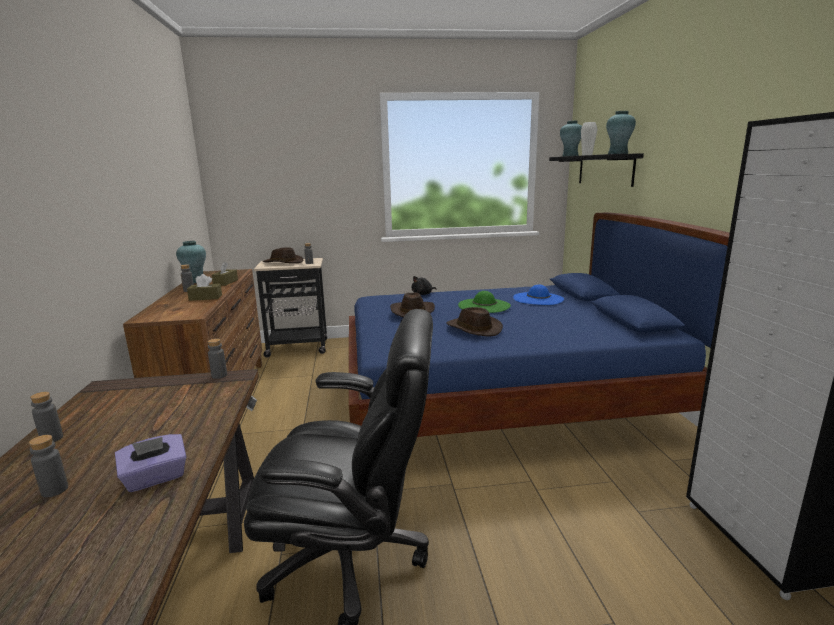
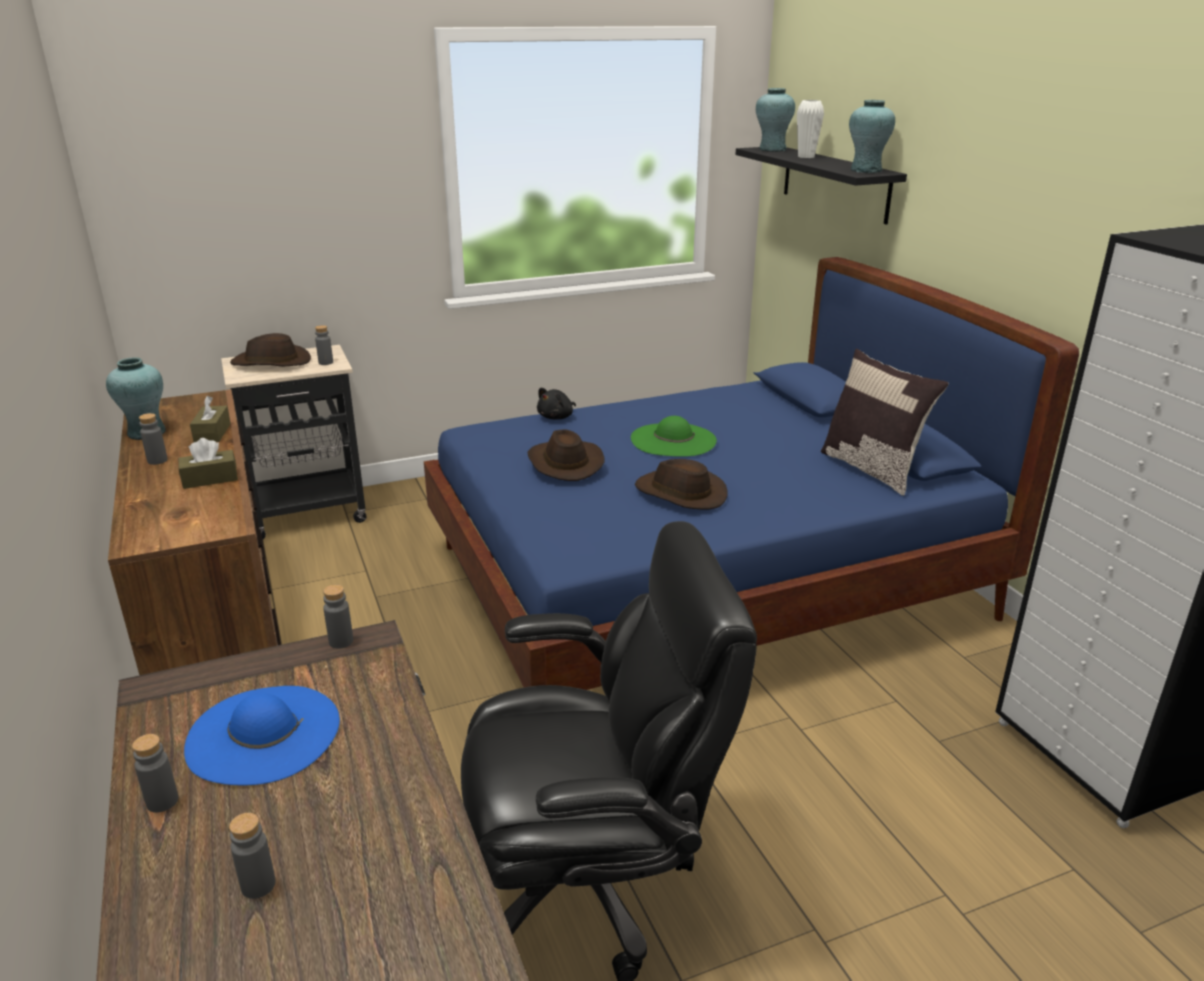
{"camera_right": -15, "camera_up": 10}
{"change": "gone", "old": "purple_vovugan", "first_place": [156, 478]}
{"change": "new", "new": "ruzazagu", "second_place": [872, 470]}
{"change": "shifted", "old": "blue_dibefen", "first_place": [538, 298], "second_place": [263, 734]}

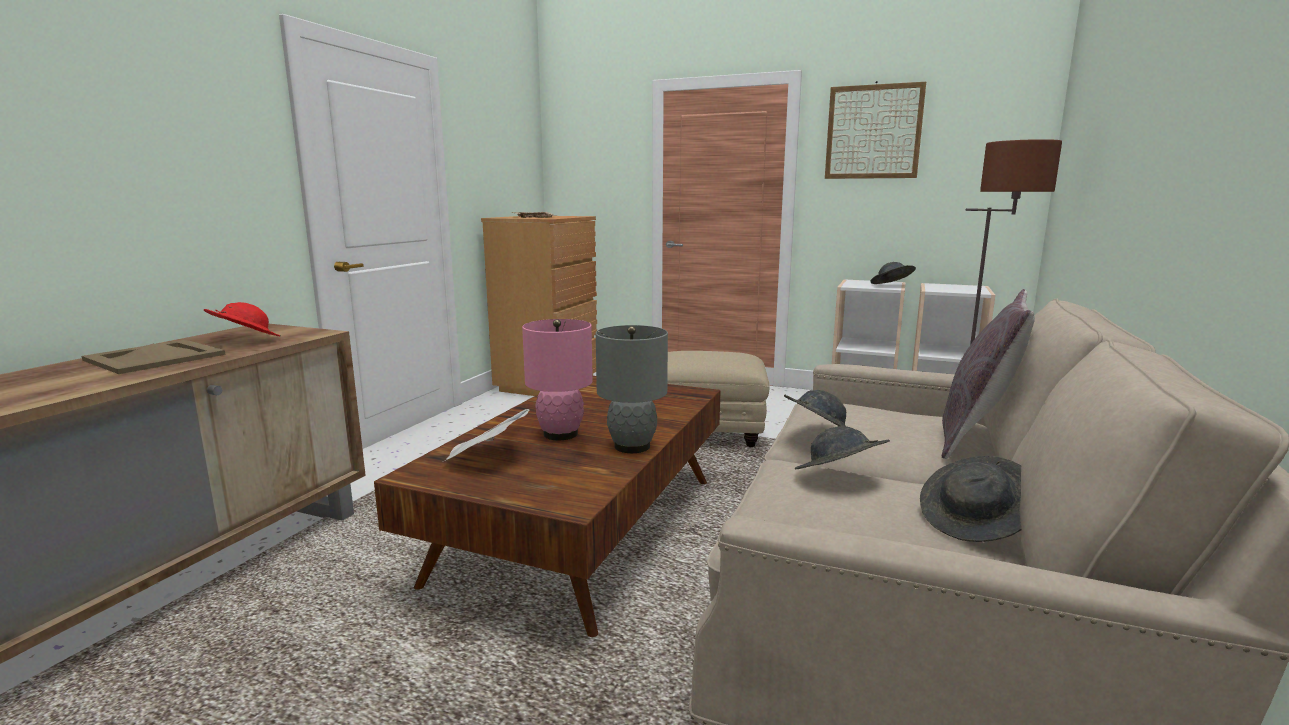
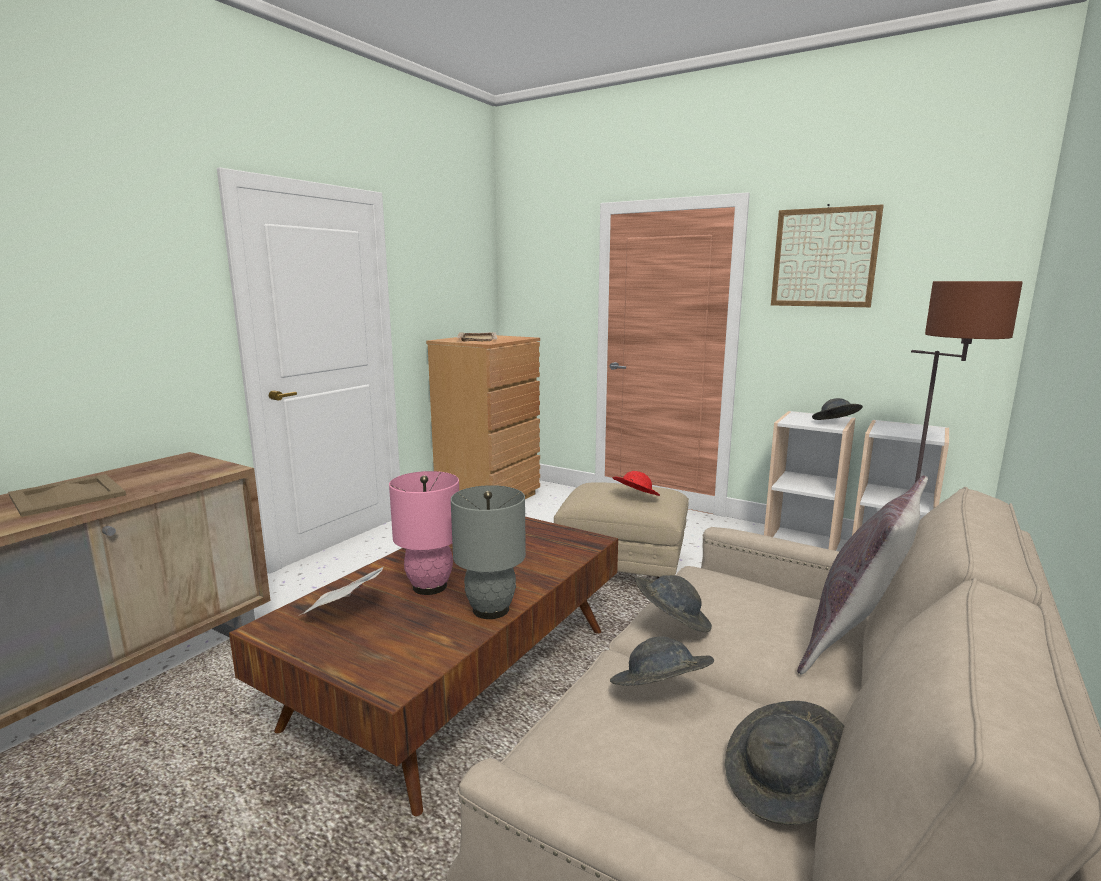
{"camera_right": 10, "camera_up": 0}
{"change": "shifted", "old": "red_dibefen", "first_place": [245, 340], "second_place": [635, 497]}

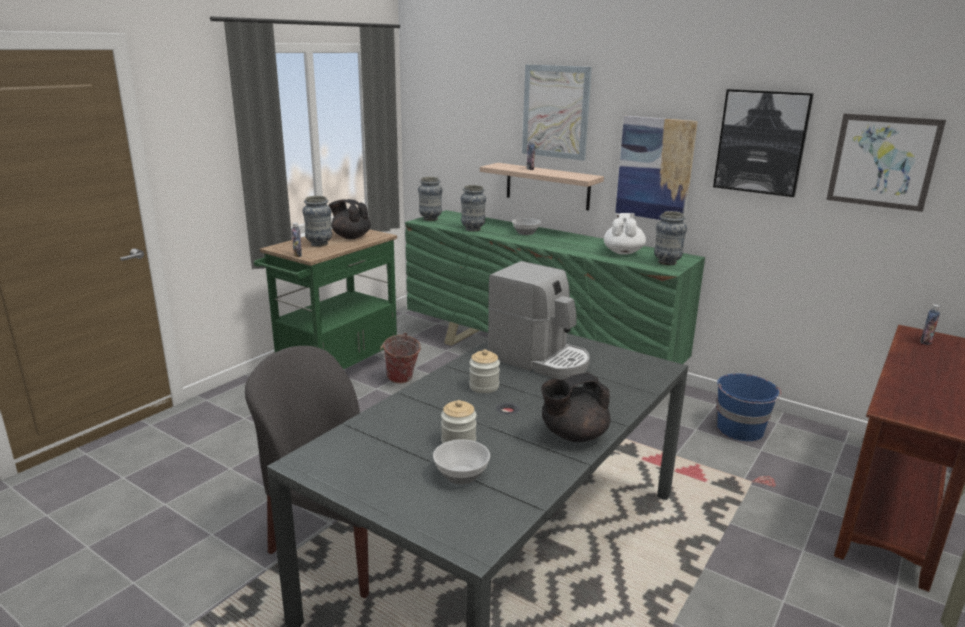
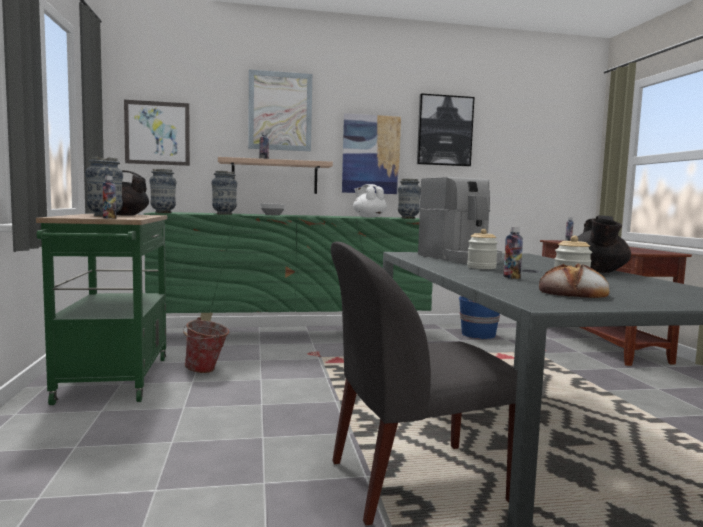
{"camera_right": -45, "camera_up": -15}
{"change": "gone", "old": "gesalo", "first_place": [460, 475]}
{"change": "new", "new": "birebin", "second_place": [511, 277]}
{"change": "new", "new": "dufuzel", "second_place": [574, 293]}
{"change": "shifted", "old": "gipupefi", "first_place": [882, 161], "second_place": [157, 133]}
{"change": "rotated", "old": "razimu", "first_place": [540, 359], "second_place": [461, 258], "degrees": 75}

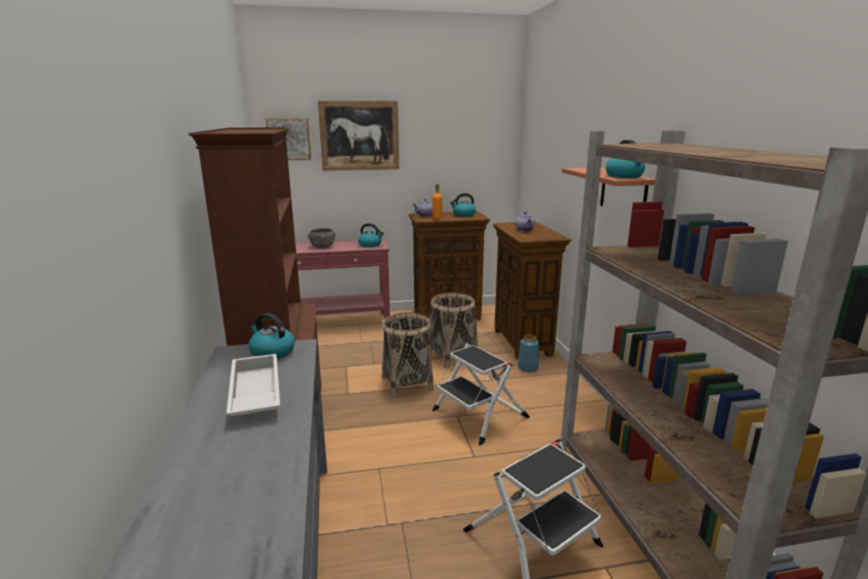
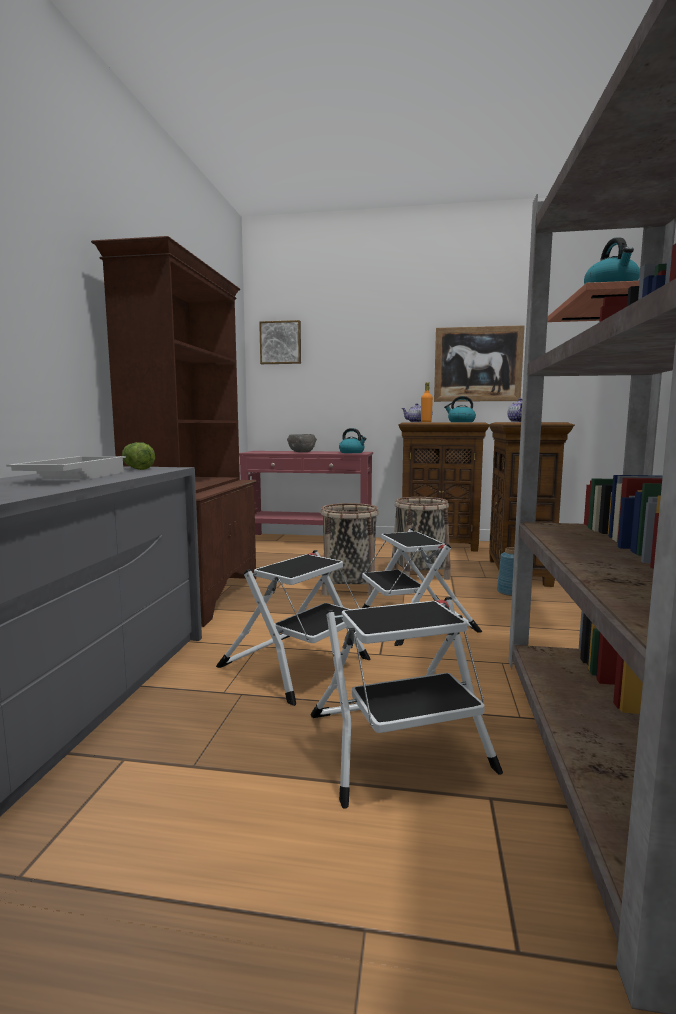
{"camera_right": 20, "camera_up": -10}
{"change": "new", "new": "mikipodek", "second_place": [294, 665]}
{"change": "shifted", "old": "gipupefi", "first_place": [359, 135], "second_place": [477, 364]}
{"change": "swapped", "old": "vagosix", "new": "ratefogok", "first_place": [272, 352], "second_place": [137, 468]}

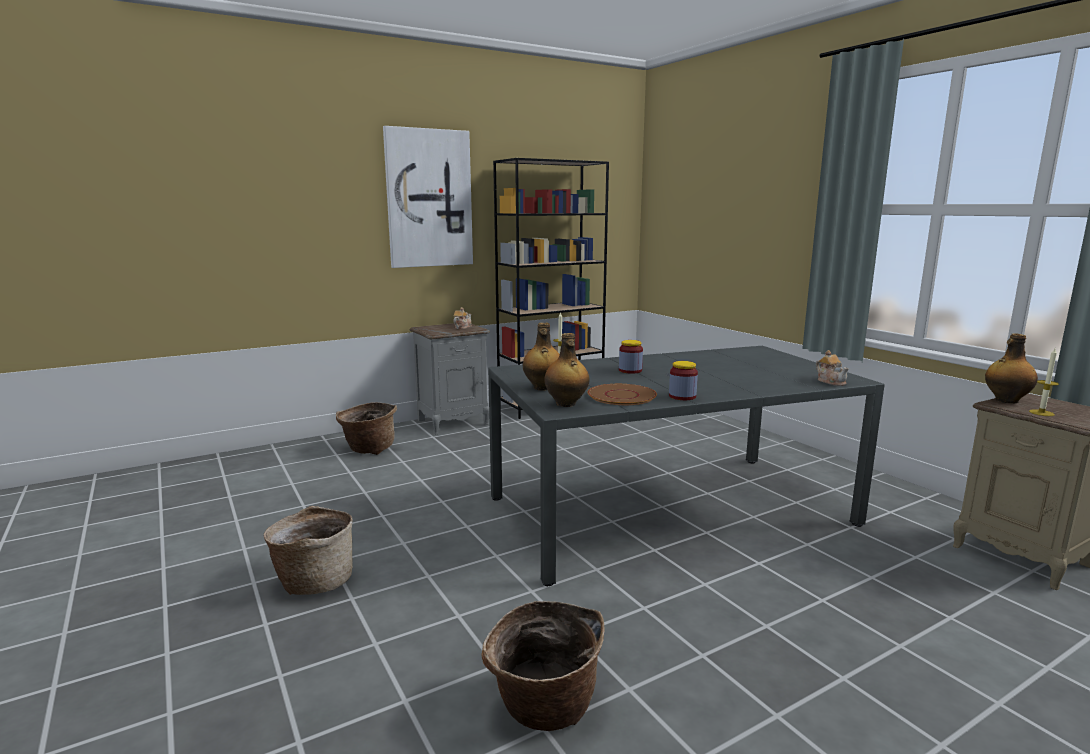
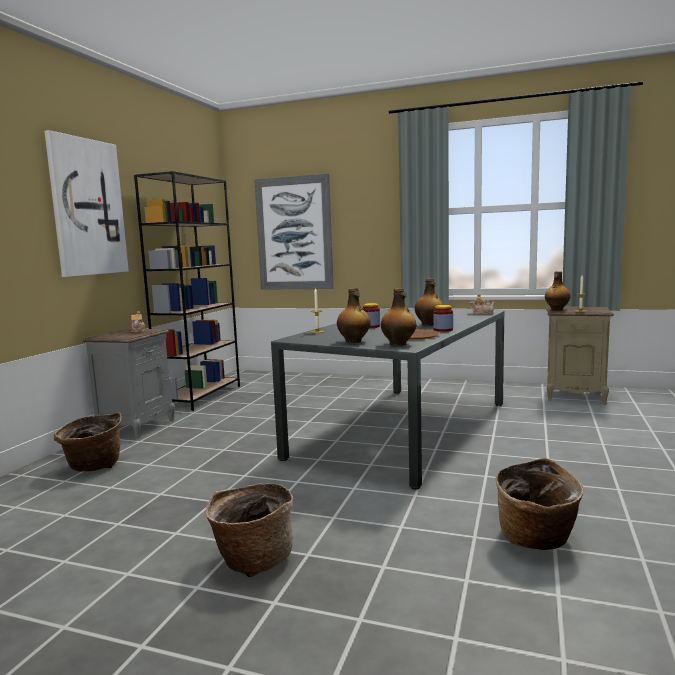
{"camera_right": -40, "camera_up": -5}
{"change": "new", "new": "gipupefi", "second_place": [294, 233]}
{"change": "new", "new": "birebin", "second_place": [429, 324]}

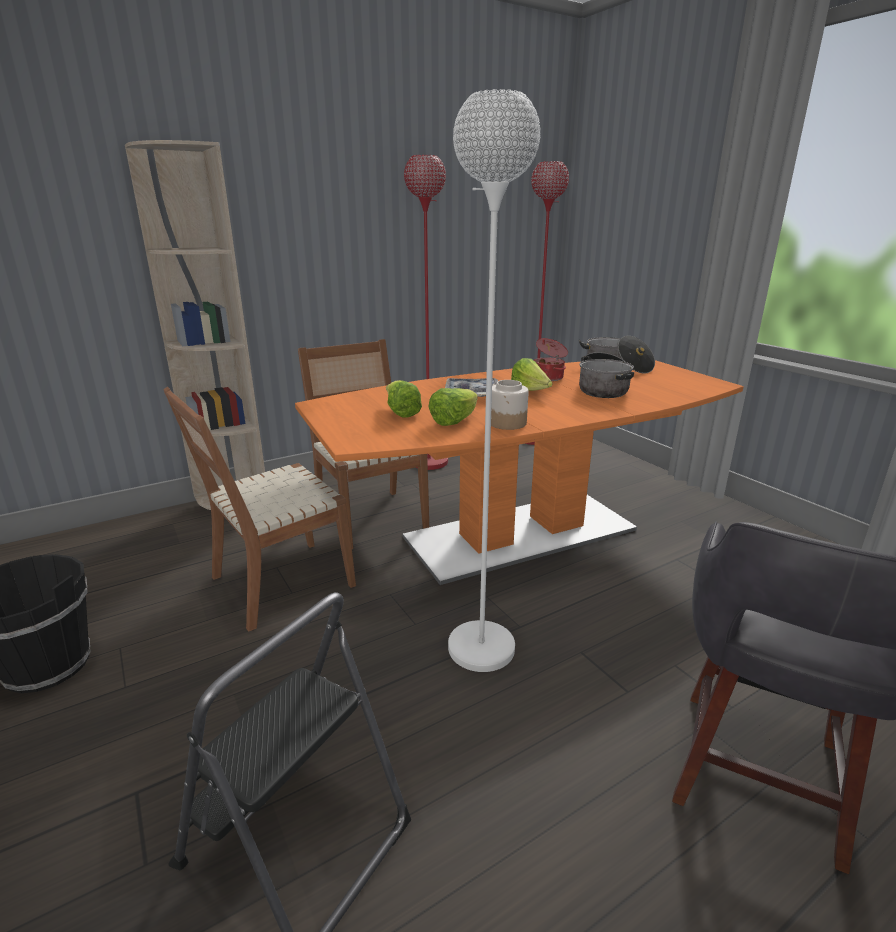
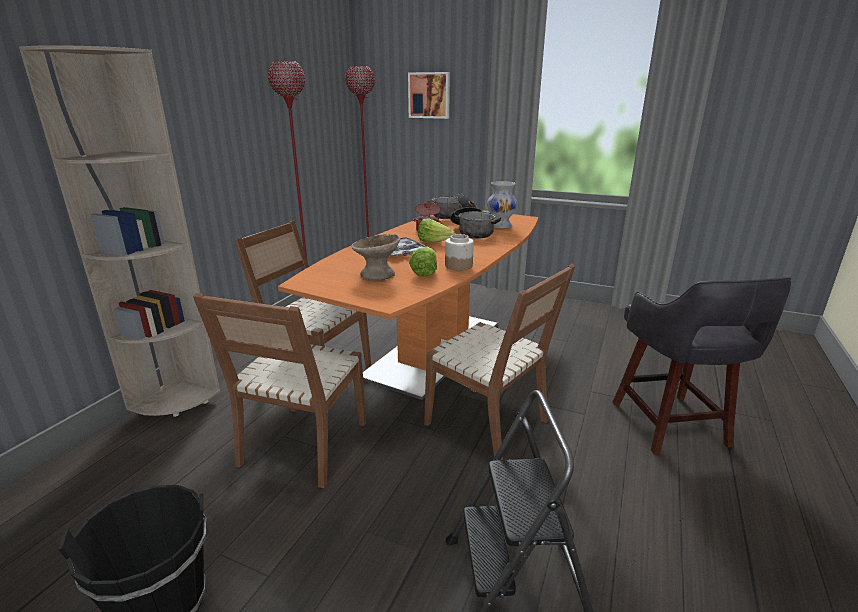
{"camera_right": -35, "camera_up": 0}
{"change": "new", "new": "gipupefi", "second_place": [429, 95]}
{"change": "new", "new": "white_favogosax", "second_place": [500, 226]}
{"change": "swapped", "old": "ratefogok", "new": "beige_gesalo", "first_place": [401, 412], "second_place": [377, 274]}
{"change": "swapped", "old": "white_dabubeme", "new": "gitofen", "first_place": [481, 648], "second_place": [490, 426]}

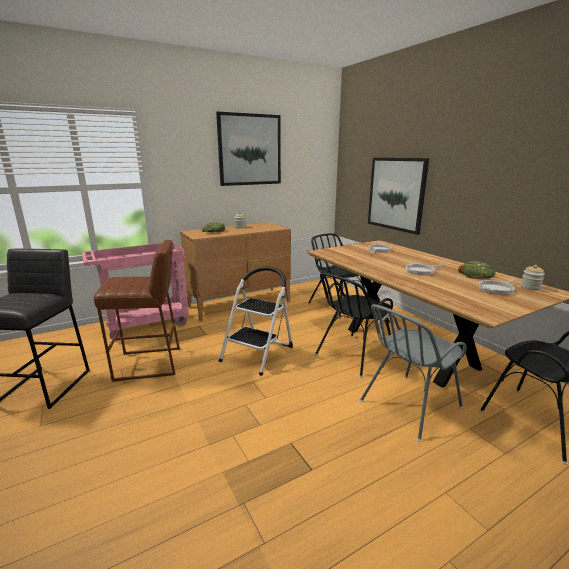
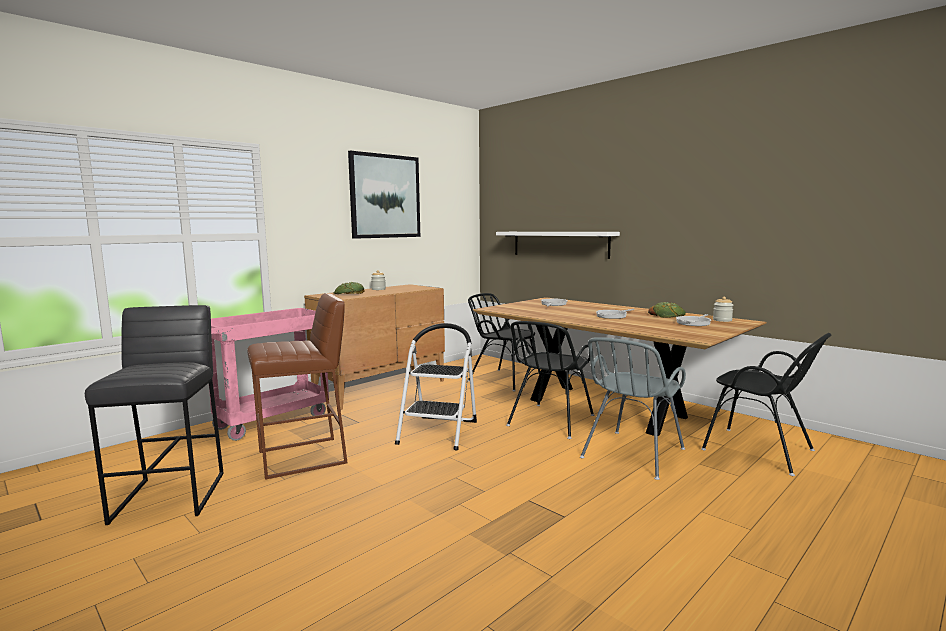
{"camera_right": -15, "camera_up": -10}
{"change": "swapped", "old": "gipupefi", "new": "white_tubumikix", "first_place": [396, 194], "second_place": [559, 244]}

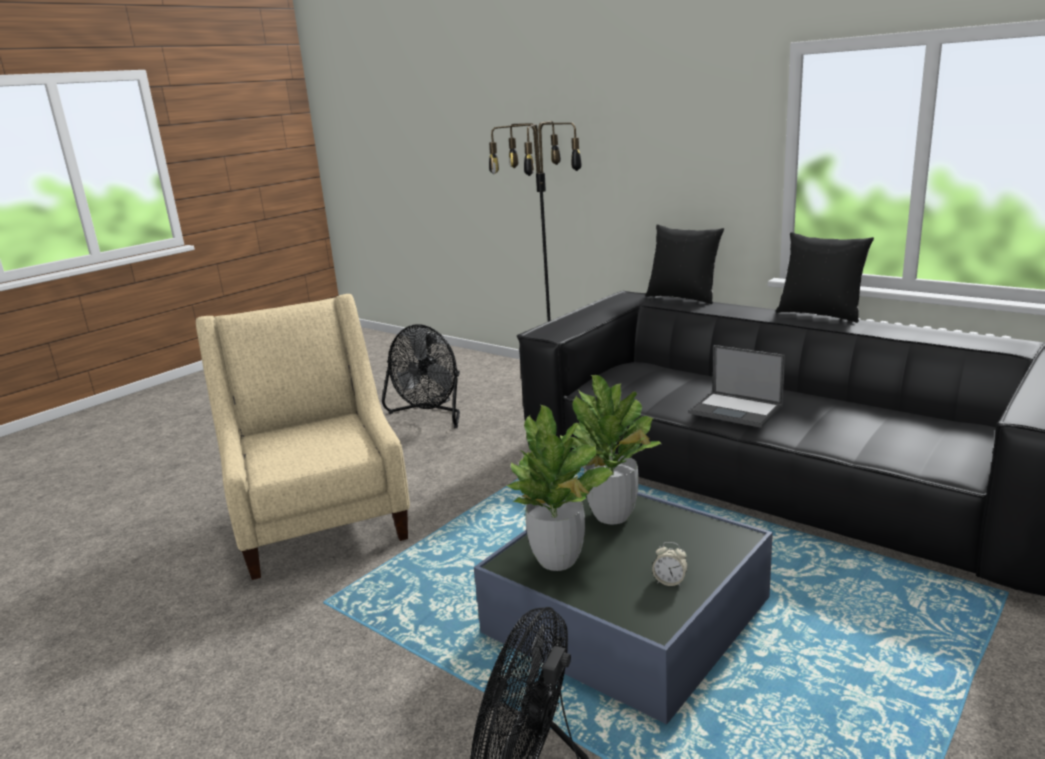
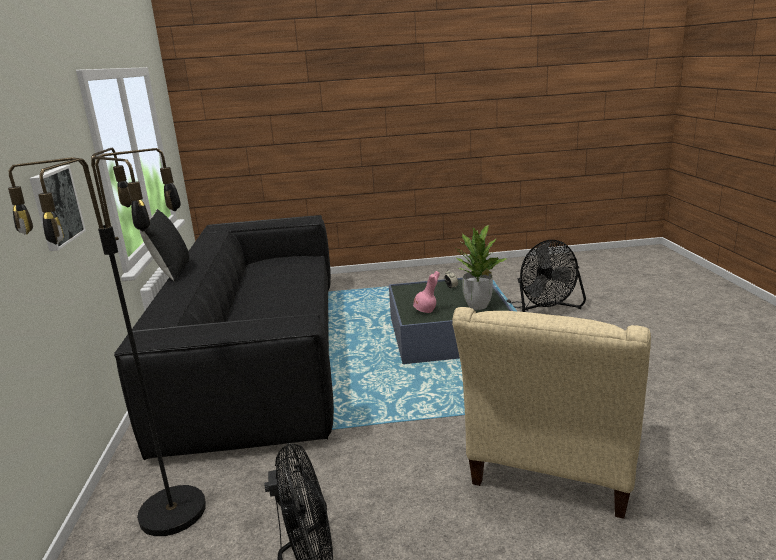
{"camera_right": -135, "camera_up": 0}
{"change": "gone", "old": "black_ruzazagu", "first_place": [683, 297]}
{"change": "gone", "old": "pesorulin", "first_place": [737, 410]}
{"change": "new", "new": "gipupefi", "second_place": [55, 206]}
{"change": "swapped", "old": "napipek", "new": "pink_favogosax", "first_place": [613, 515], "second_place": [426, 311]}

